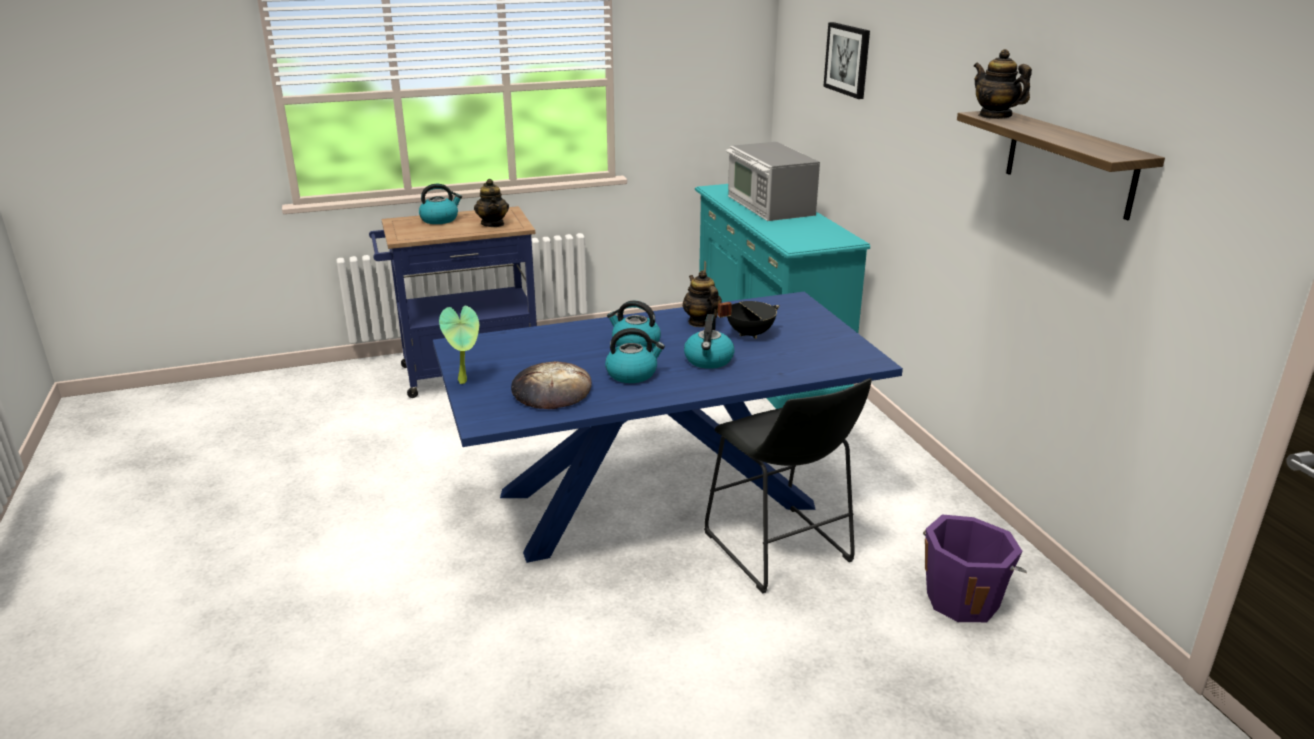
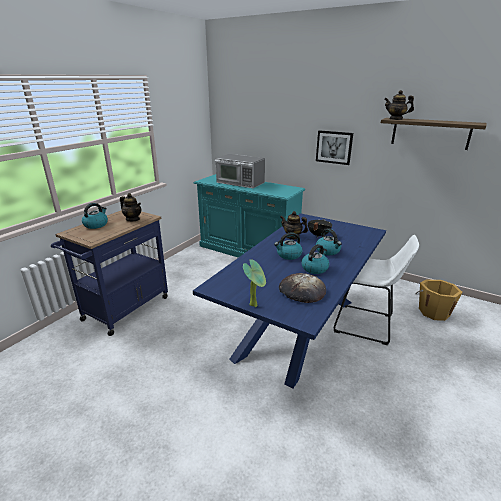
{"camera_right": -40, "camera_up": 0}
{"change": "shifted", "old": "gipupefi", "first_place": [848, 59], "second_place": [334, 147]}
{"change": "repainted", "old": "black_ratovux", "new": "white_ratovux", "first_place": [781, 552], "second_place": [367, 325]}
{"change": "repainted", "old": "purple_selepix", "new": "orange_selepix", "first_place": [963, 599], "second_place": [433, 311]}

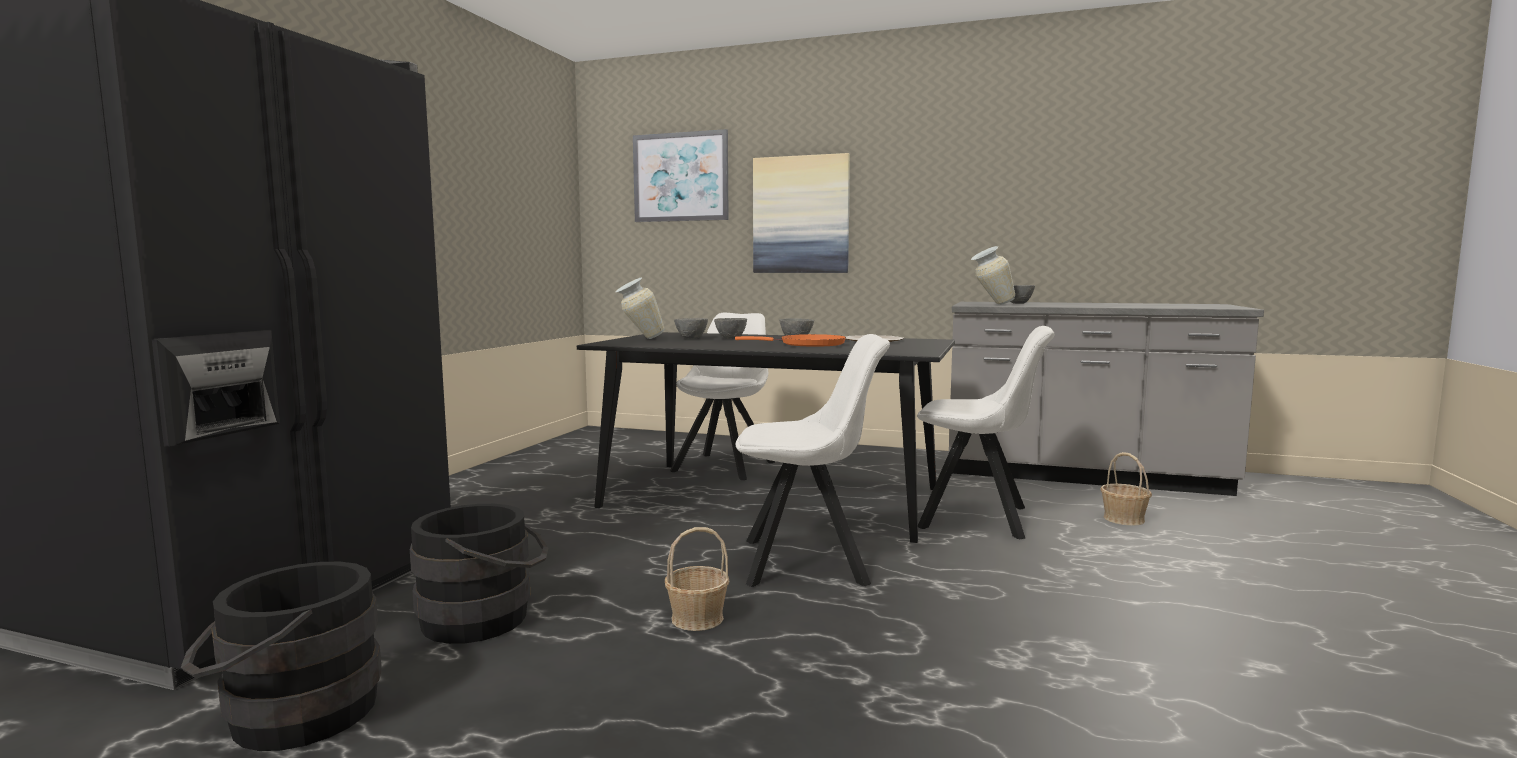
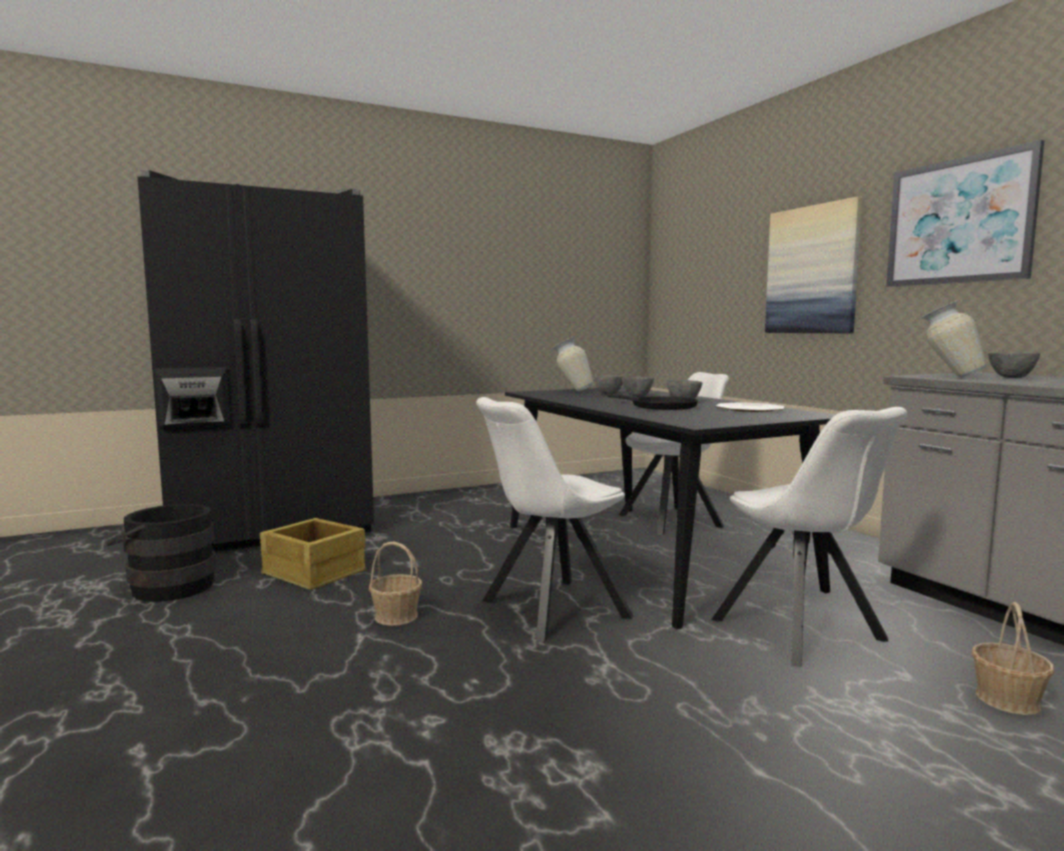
{"camera_right": 45, "camera_up": 0}
{"change": "shifted", "old": "gipupefi", "first_place": [680, 177], "second_place": [958, 221]}
{"change": "swapped", "old": "black_selepix", "new": "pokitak", "first_place": [486, 618], "second_place": [314, 573]}
{"change": "repainted", "old": "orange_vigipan", "new": "black_vigipan", "first_place": [808, 344], "second_place": [660, 407]}
{"change": "rotated", "old": "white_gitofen", "first_place": [808, 562], "second_place": [551, 610], "degrees": 105}

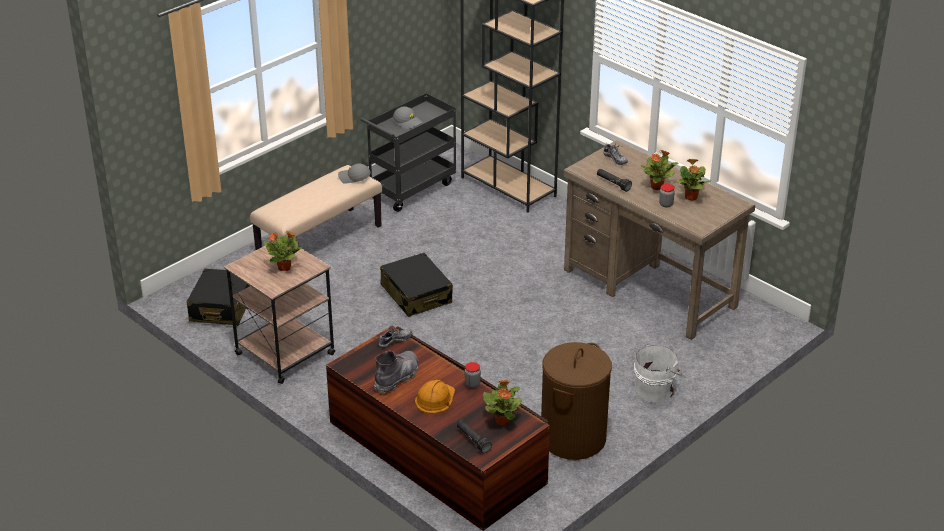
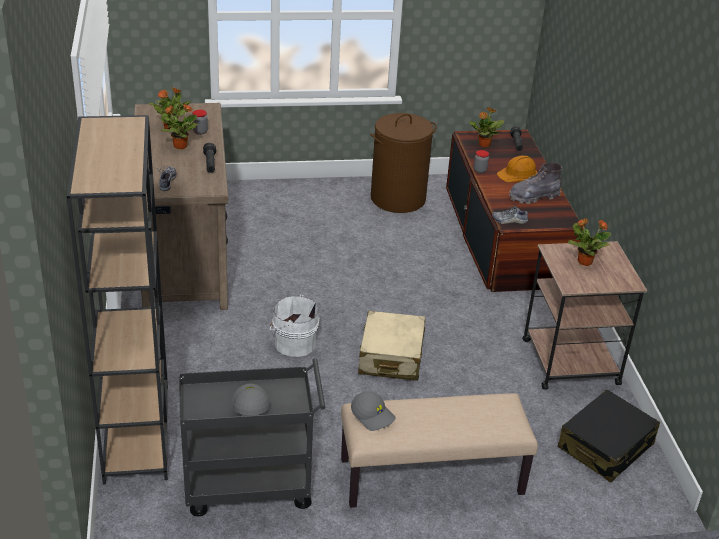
{"camera_right": -145, "camera_up": 0}
{"change": "shifted", "old": "white_selepix", "first_place": [656, 389], "second_place": [293, 343]}
{"change": "repainted", "old": "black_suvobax", "new": "beige_suvobax", "first_place": [416, 294], "second_place": [391, 357]}

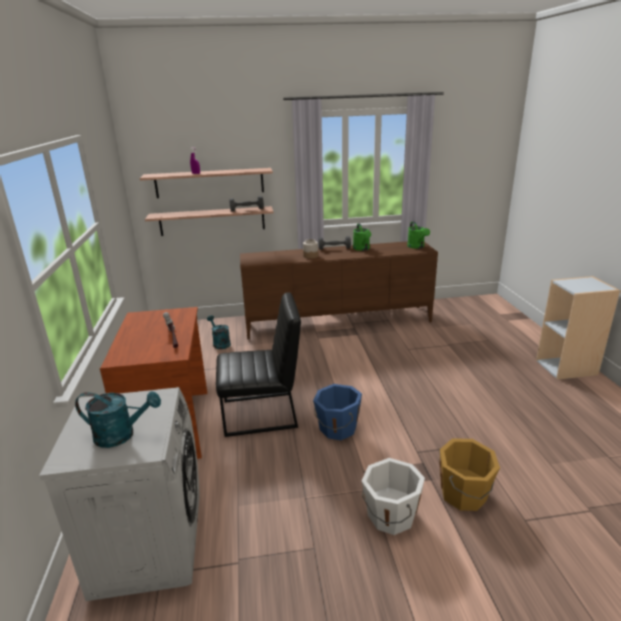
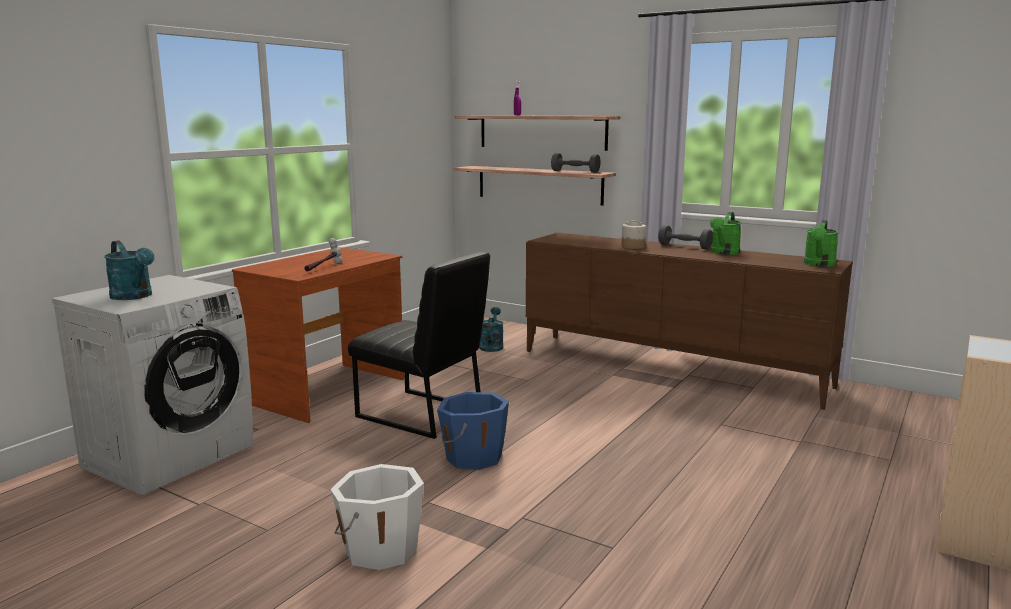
{"camera_right": 40, "camera_up": -10}
{"change": "gone", "old": "orange_selepix", "first_place": [464, 494]}

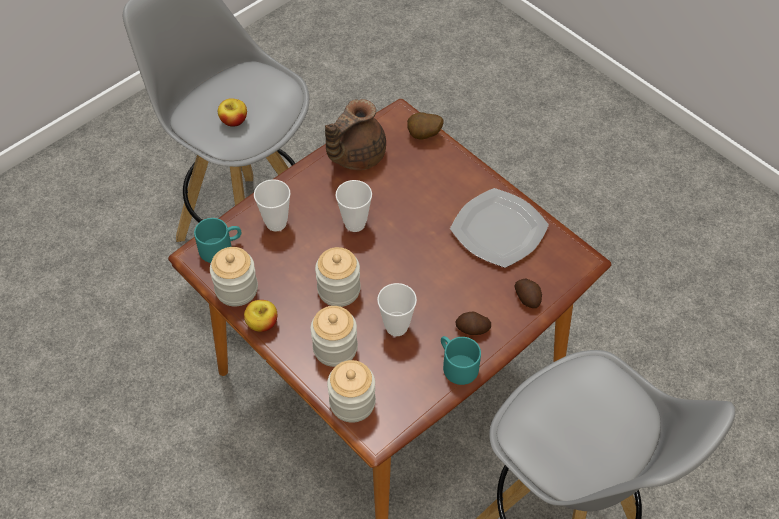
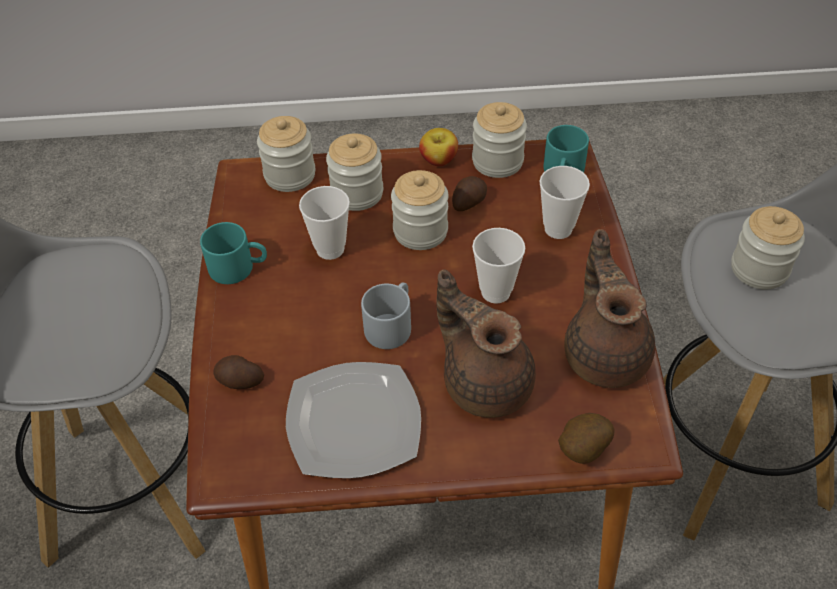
{"camera_right": 130, "camera_up": -5}
{"change": "new", "new": "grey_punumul", "second_place": [390, 324]}
{"change": "new", "new": "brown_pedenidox", "second_place": [485, 382]}
{"change": "shifted", "old": "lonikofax", "first_place": [472, 329], "second_place": [468, 202]}
{"change": "swapped", "old": "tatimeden", "new": "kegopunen", "first_place": [234, 121], "second_place": [759, 269]}

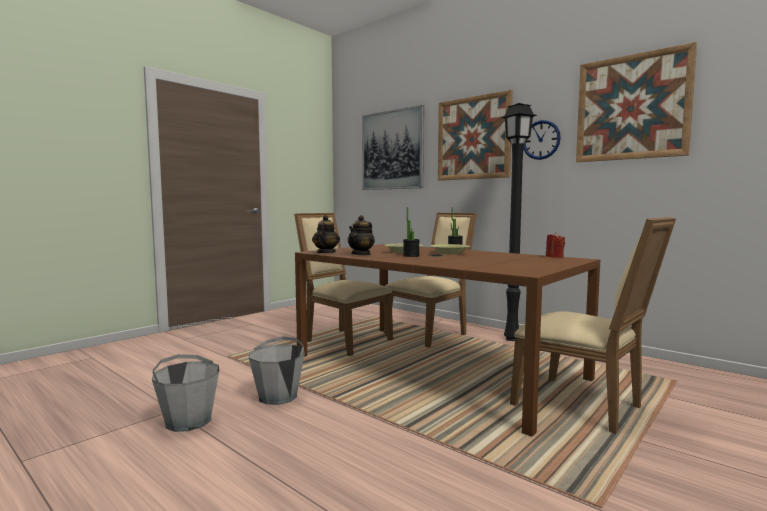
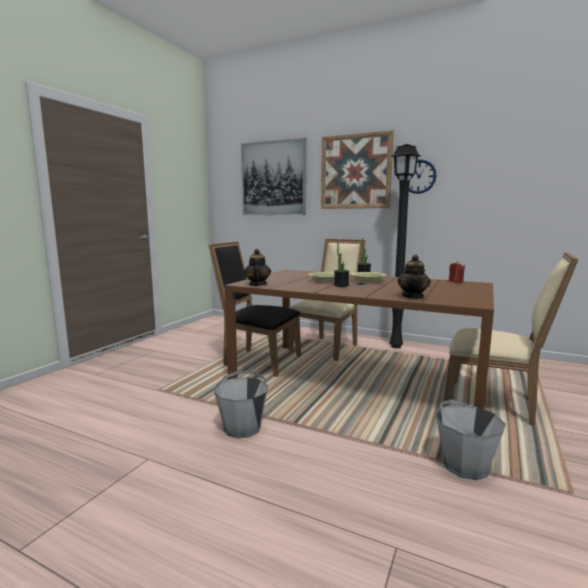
{"camera_right": -15, "camera_up": 5}
{"change": "gone", "old": "gipupefi", "first_place": [632, 107]}
{"change": "shifted", "old": "grey_selepix", "first_place": [188, 421], "second_place": [465, 465]}
{"change": "shifted", "old": "pedenidox", "first_place": [361, 254], "second_place": [413, 296]}
{"change": "repainted", "old": "beige_gitofen", "new": "black_gitofen", "first_place": [344, 341], "second_place": [258, 361]}

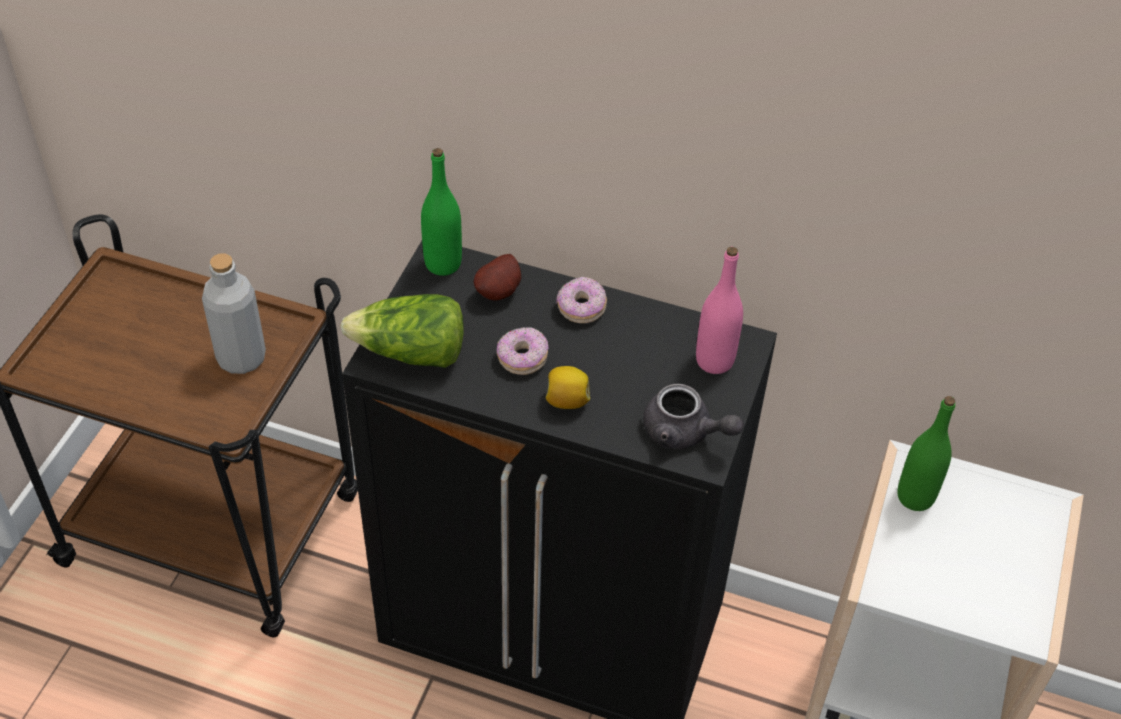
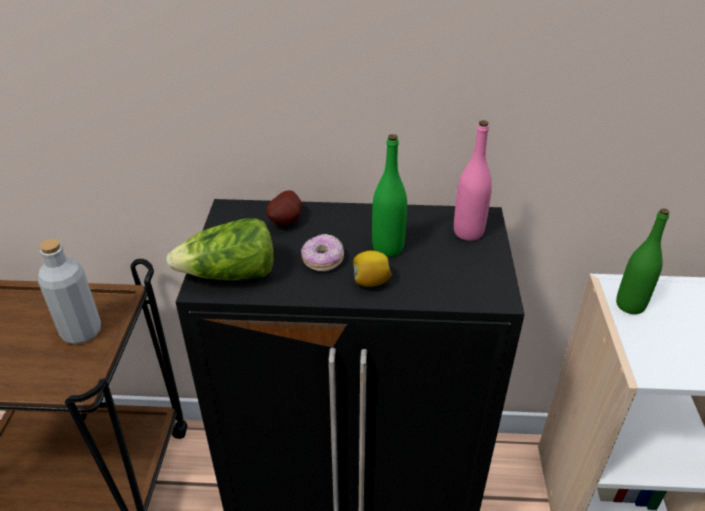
{"camera_right": -15, "camera_up": -10}
{"change": "gone", "old": "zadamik", "first_place": [581, 308]}
{"change": "gone", "old": "grey_pedenidox", "first_place": [684, 433]}
{"change": "shifted", "old": "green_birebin", "first_place": [443, 264], "second_place": [388, 248]}

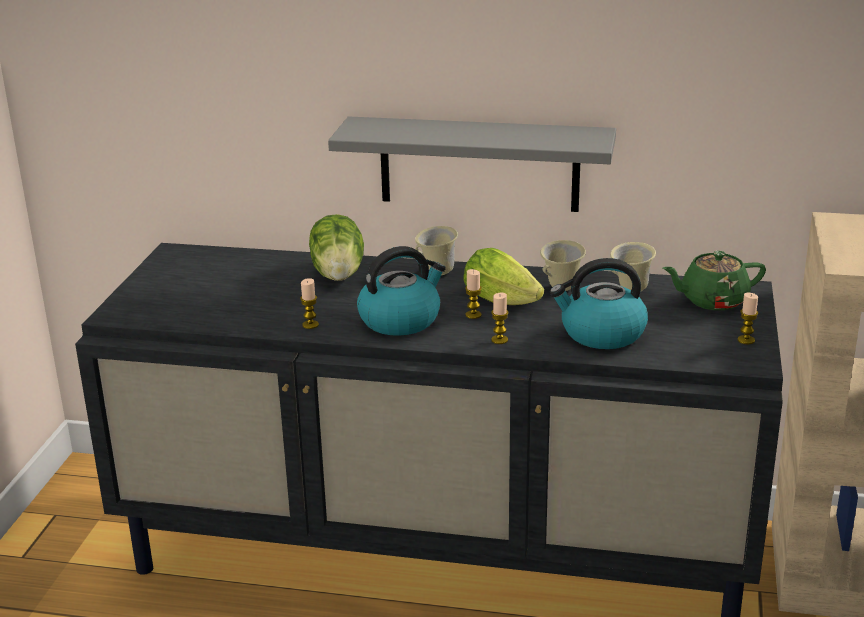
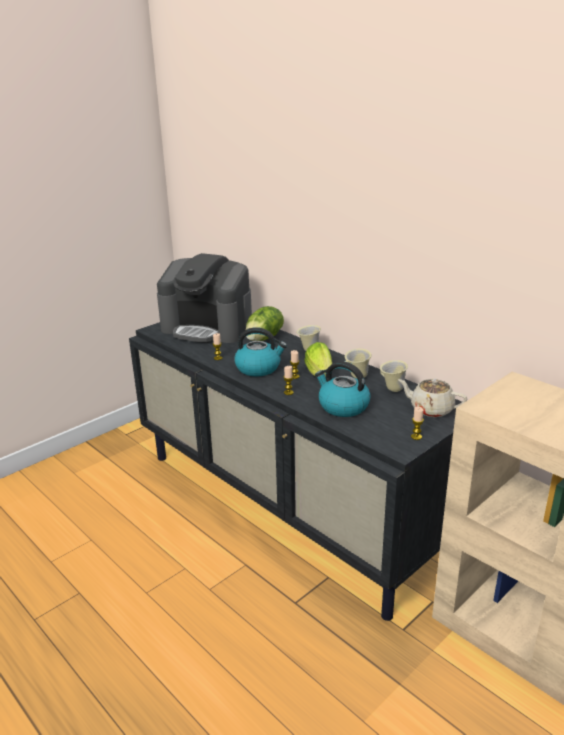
{"camera_right": 35, "camera_up": 0}
{"change": "gone", "old": "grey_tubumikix", "first_place": [479, 164]}
{"change": "new", "new": "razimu", "second_place": [208, 328]}
{"change": "repainted", "old": "green_pedenidox", "new": "beige_pedenidox", "first_place": [712, 300], "second_place": [430, 409]}

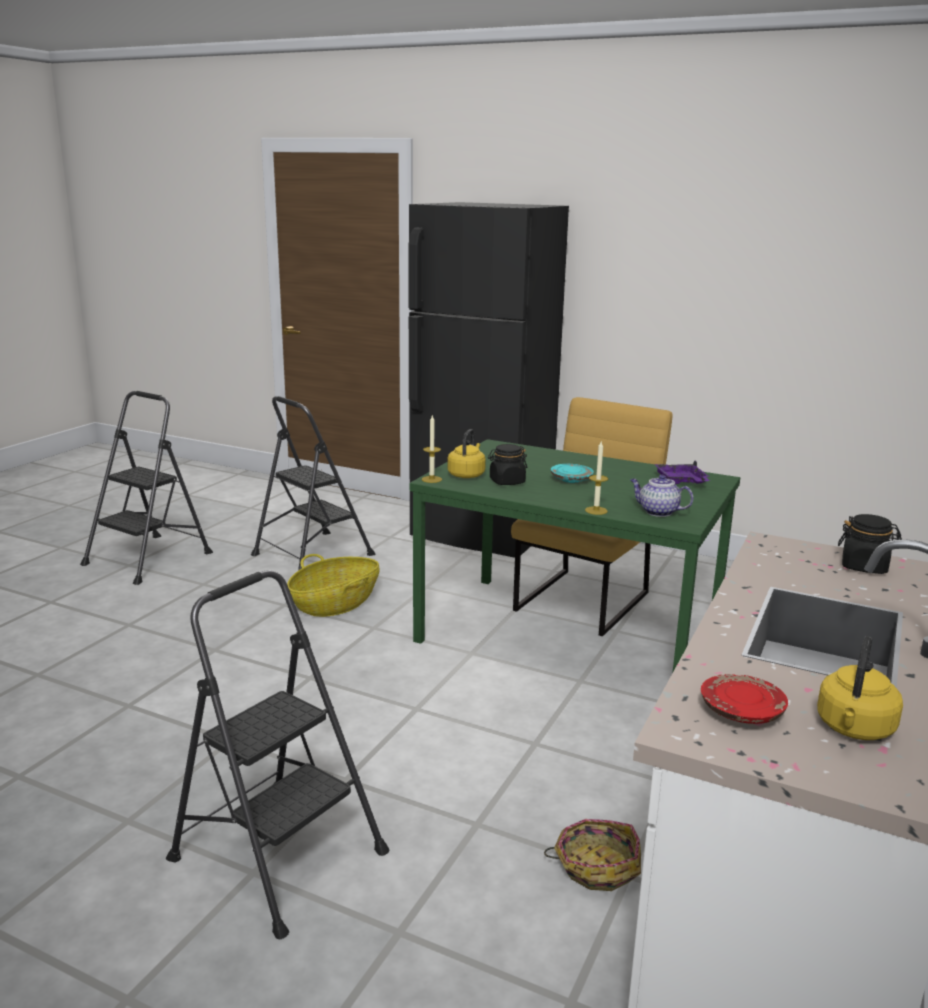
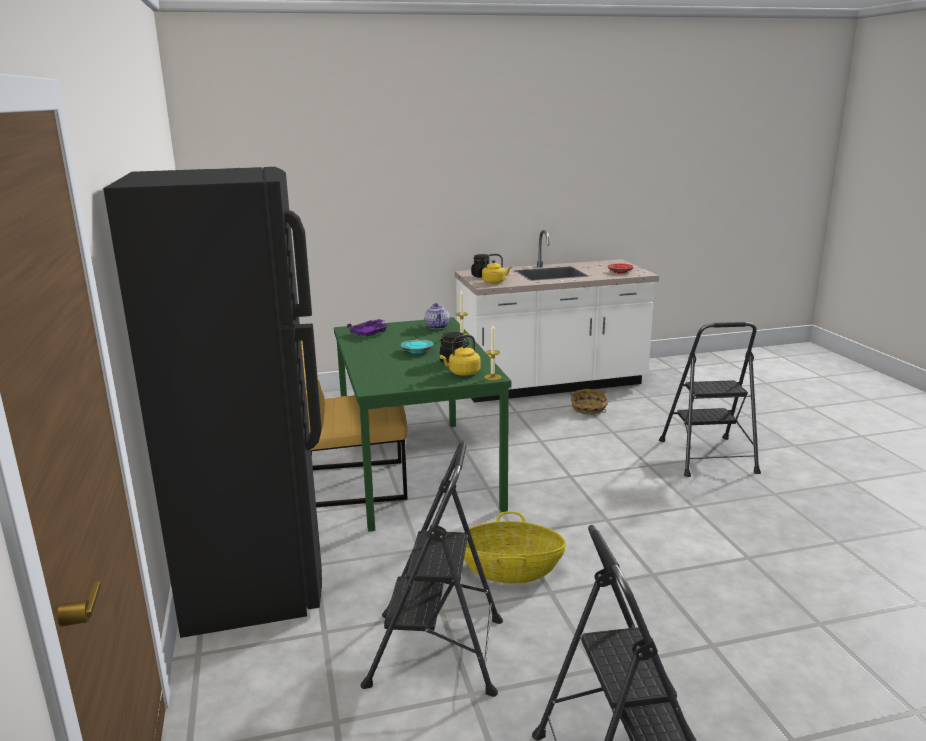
{"camera_right": -130, "camera_up": 0}
{"change": "shifted", "old": "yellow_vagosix", "first_place": [854, 729], "second_place": [495, 282]}

